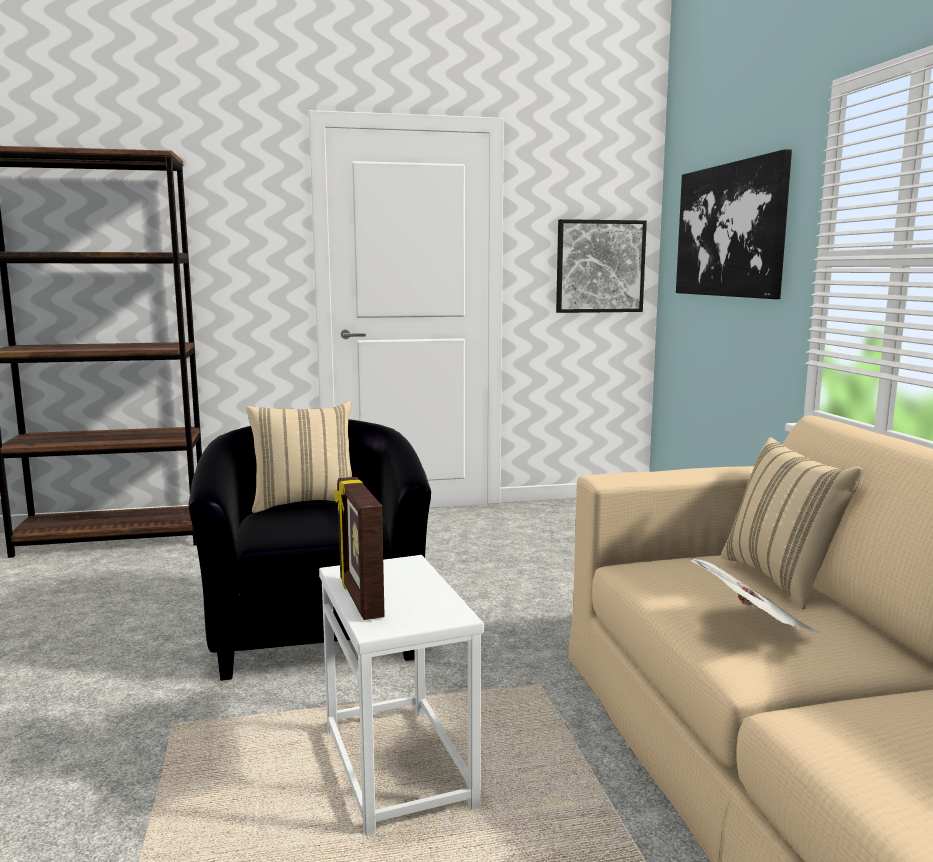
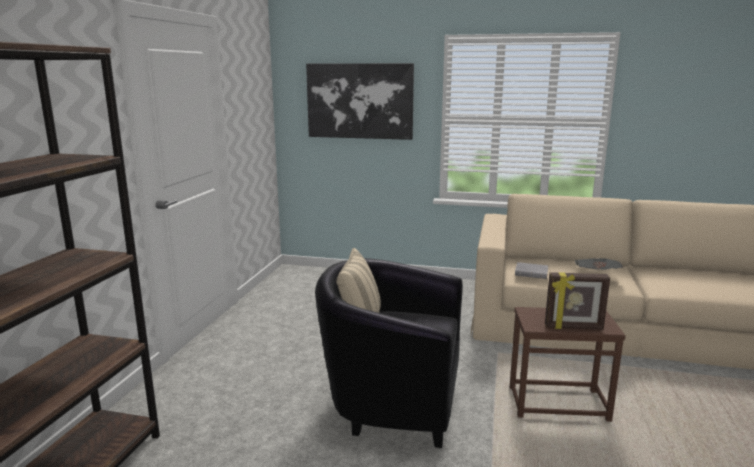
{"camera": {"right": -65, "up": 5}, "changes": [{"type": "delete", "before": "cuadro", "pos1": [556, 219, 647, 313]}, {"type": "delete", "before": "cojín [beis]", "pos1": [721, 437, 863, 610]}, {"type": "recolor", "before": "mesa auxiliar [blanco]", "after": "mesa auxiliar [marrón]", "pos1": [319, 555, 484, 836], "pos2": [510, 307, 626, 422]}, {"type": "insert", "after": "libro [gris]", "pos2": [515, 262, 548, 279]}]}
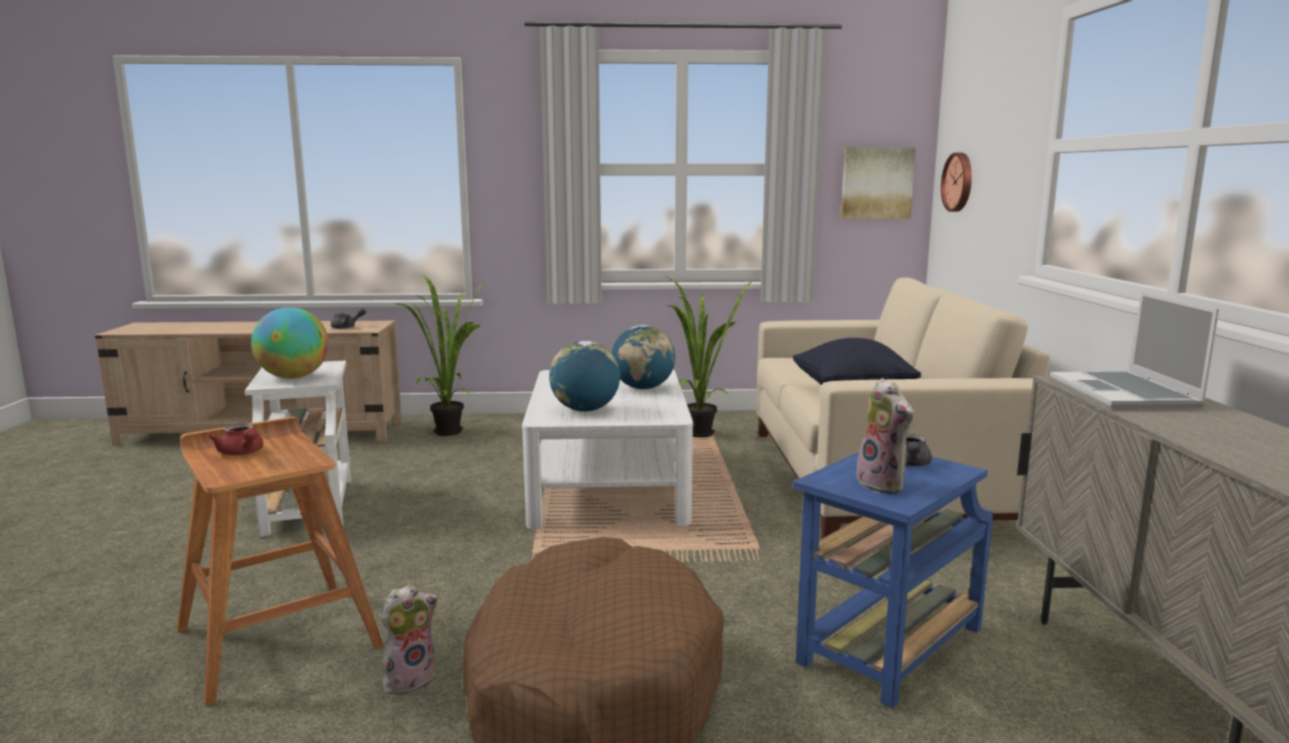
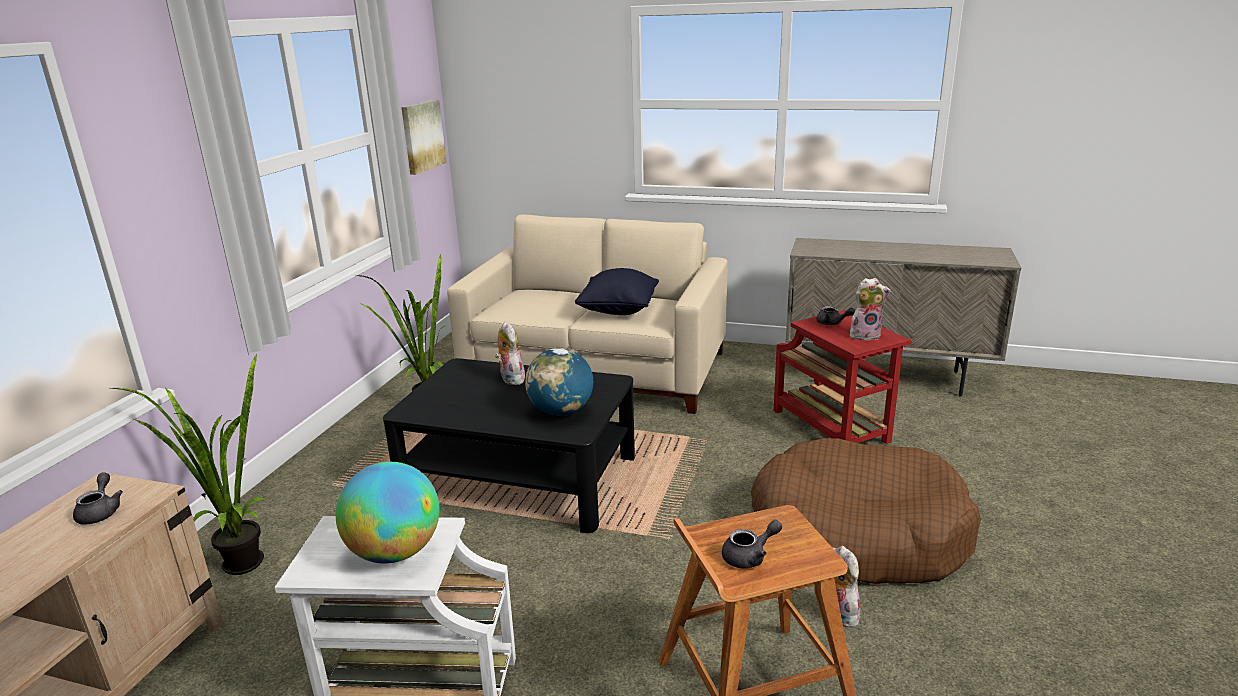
{"camera": {"right": -70, "up": 10}, "changes": [{"type": "delete", "before": "reloj de pared", "pos1": [941, 153, 972, 212]}, {"type": "delete", "before": "portátil", "pos1": [1050, 291, 1219, 409]}, {"type": "replace", "before": "globo terráqueo", "after": "peluche", "pos1": [612, 325, 675, 390], "pos2": [495, 321, 525, 385]}, {"type": "recolor", "before": "mesa de centro [blanco]", "after": "mesa de centro [negro]", "pos1": [522, 370, 693, 530], "pos2": [383, 358, 635, 533]}, {"type": "recolor", "before": "tetera [rojo]", "after": "tetera [gris]", "pos1": [209, 424, 263, 455], "pos2": [722, 520, 782, 568]}, {"type": "recolor", "before": "mesa auxiliar [azul]", "after": "mesa auxiliar [rojo]", "pos1": [793, 452, 993, 708], "pos2": [774, 310, 911, 444]}]}
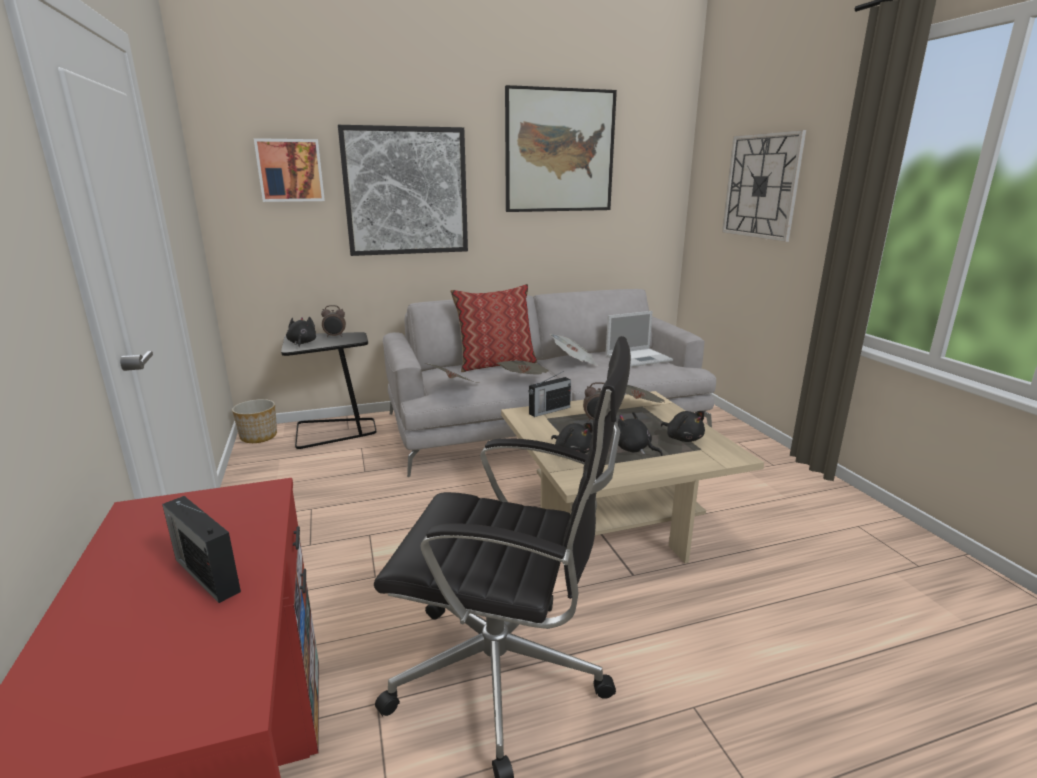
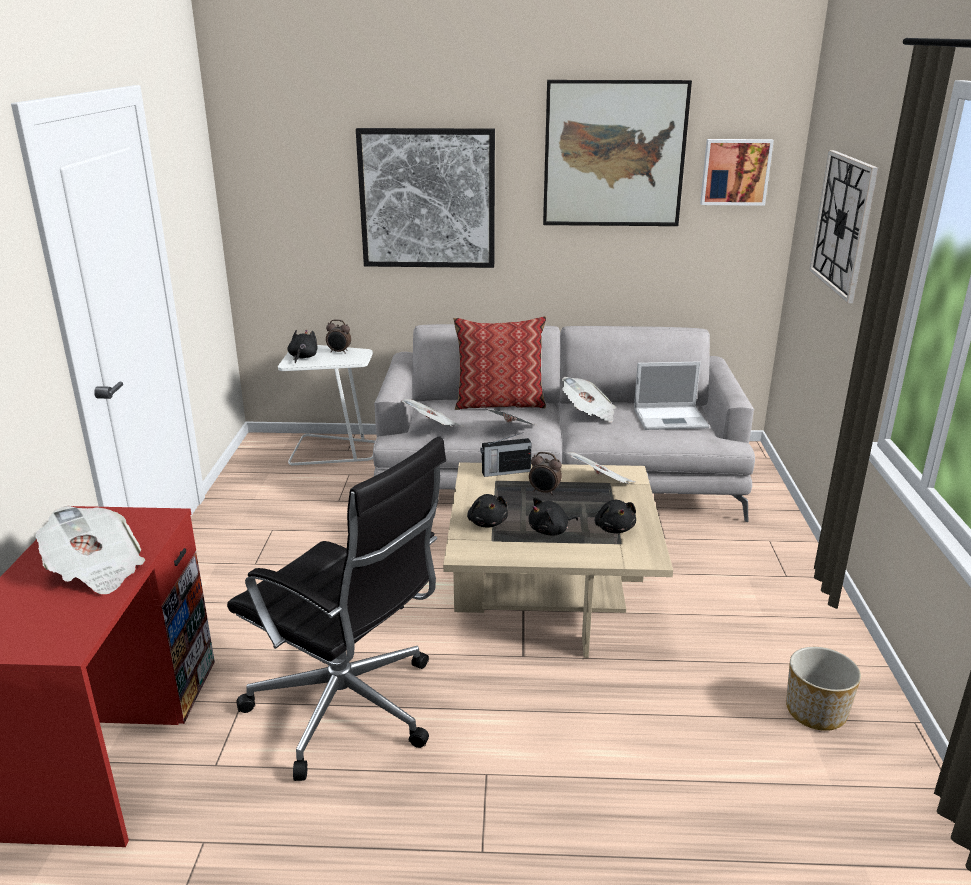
{"camera": {"right": 20, "up": 5}, "changes": [{"type": "move", "before": "cuadro", "pos1": [254, 138, 325, 202], "pos2": [700, 139, 774, 206]}, {"type": "recolor", "before": "mesa auxiliar [negro]", "after": "mesa auxiliar [blanco]", "pos1": [281, 332, 376, 449], "pos2": [278, 345, 375, 465]}, {"type": "move", "before": "maceta", "pos1": [232, 399, 277, 443], "pos2": [786, 647, 861, 731]}, {"type": "rotate", "before": "peluche [negro]", "pos1": [618, 412, 663, 456], "pos2": [529, 497, 578, 535], "turn": -90}, {"type": "replace", "before": "radio", "after": "periódico", "pos1": [162, 496, 241, 603], "pos2": [35, 506, 145, 594]}]}
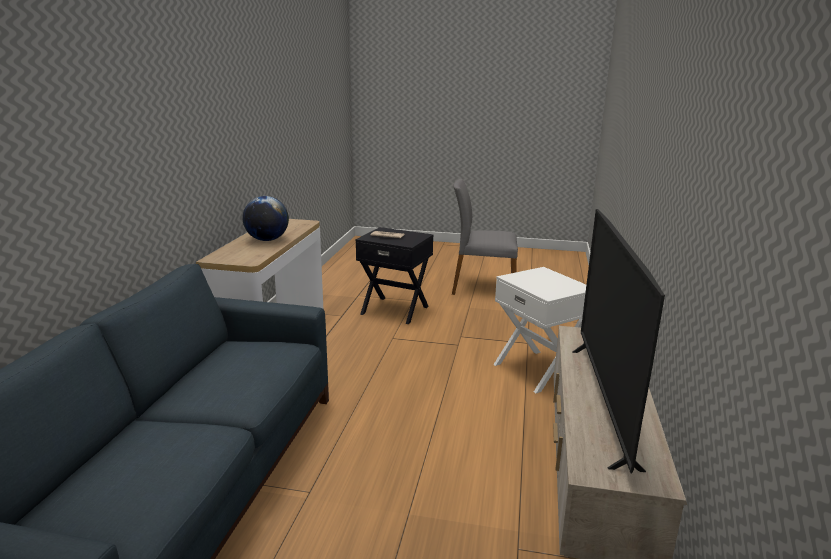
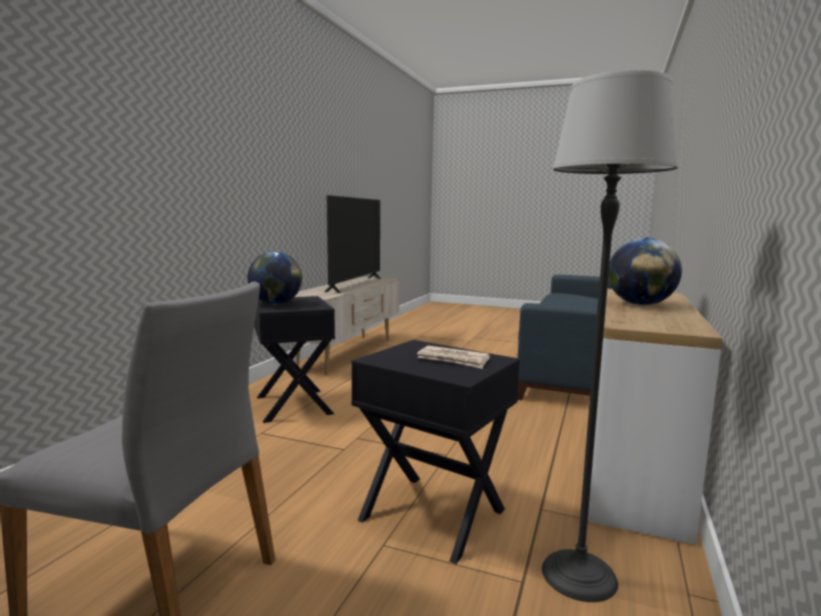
{"camera": {"right": -170, "up": -10}, "changes": [{"type": "recolor", "before": "mesa auxiliar [blanco]", "after": "mesa auxiliar [negro]", "pos1": [493, 267, 586, 393], "pos2": [254, 296, 335, 423]}, {"type": "insert", "after": "lámpara de pie", "pos2": [542, 70, 679, 602]}, {"type": "insert", "after": "globo terráqueo", "pos2": [247, 252, 302, 304]}]}
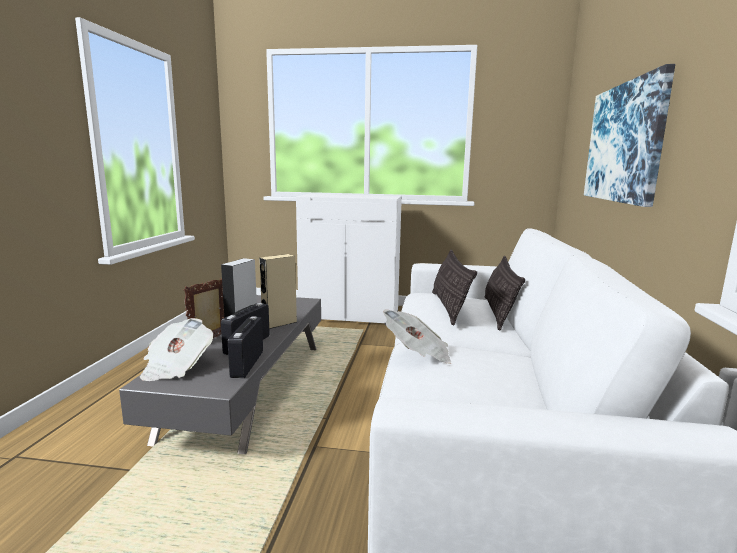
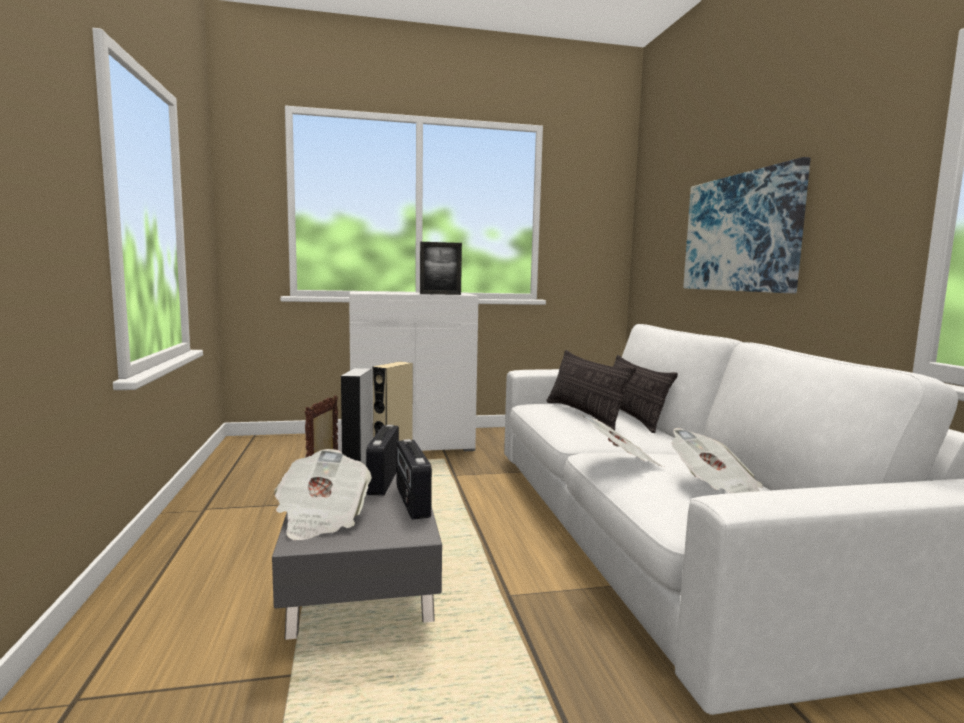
{"camera": {"right": -20, "up": -5}, "changes": [{"type": "insert", "after": "portarretratos", "pos2": [420, 242, 462, 295]}, {"type": "insert", "after": "periódico", "pos2": [671, 428, 763, 493]}]}
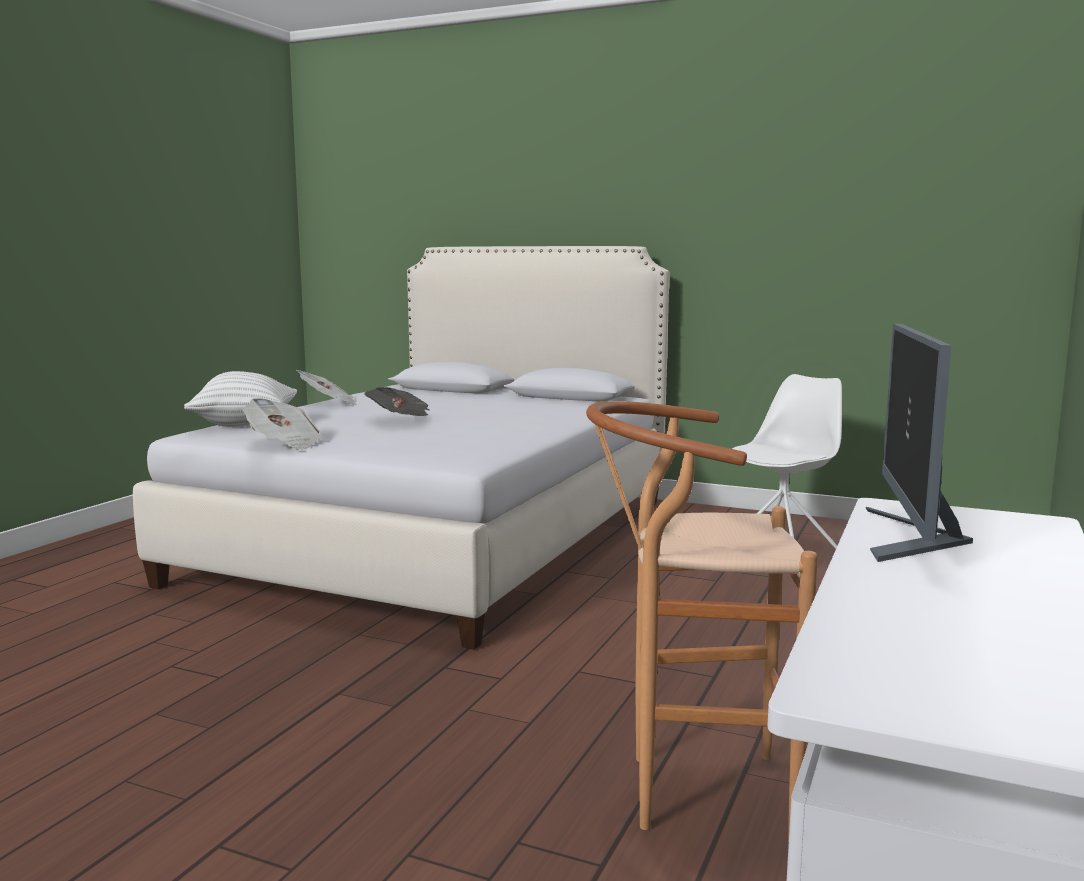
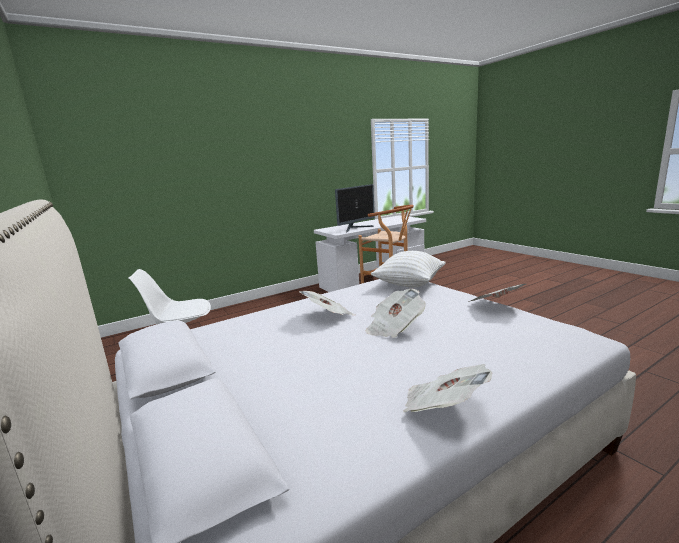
{"camera": {"right": -145, "up": 5}, "changes": [{"type": "move", "before": "cojín [blanco]", "pos1": [184, 371, 297, 427], "pos2": [371, 251, 446, 288]}, {"type": "insert", "after": "periódico", "pos2": [298, 291, 355, 315]}]}
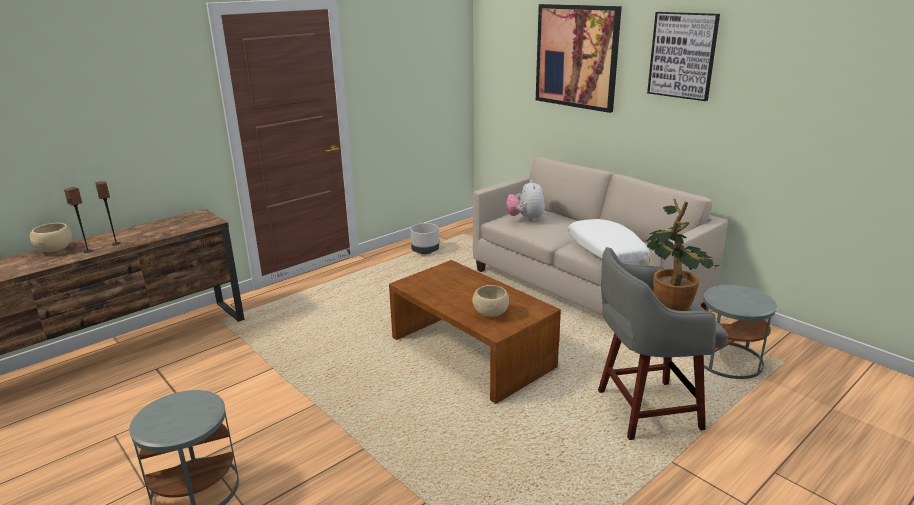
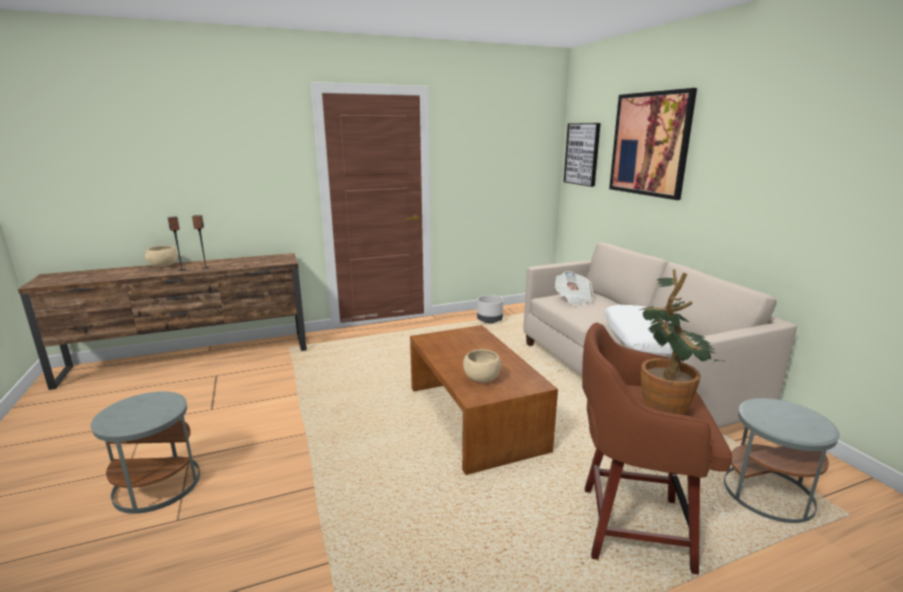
{"camera": {"right": 20, "up": -5}, "changes": [{"type": "move", "before": "cuadro", "pos1": [647, 12, 720, 101], "pos2": [564, 123, 601, 187]}, {"type": "replace", "before": "peluche", "after": "periódico", "pos1": [506, 180, 545, 221], "pos2": [555, 271, 593, 306]}, {"type": "recolor", "before": "taburete [gris]", "after": "taburete [marrón]", "pos1": [598, 247, 728, 440], "pos2": [582, 322, 733, 575]}]}
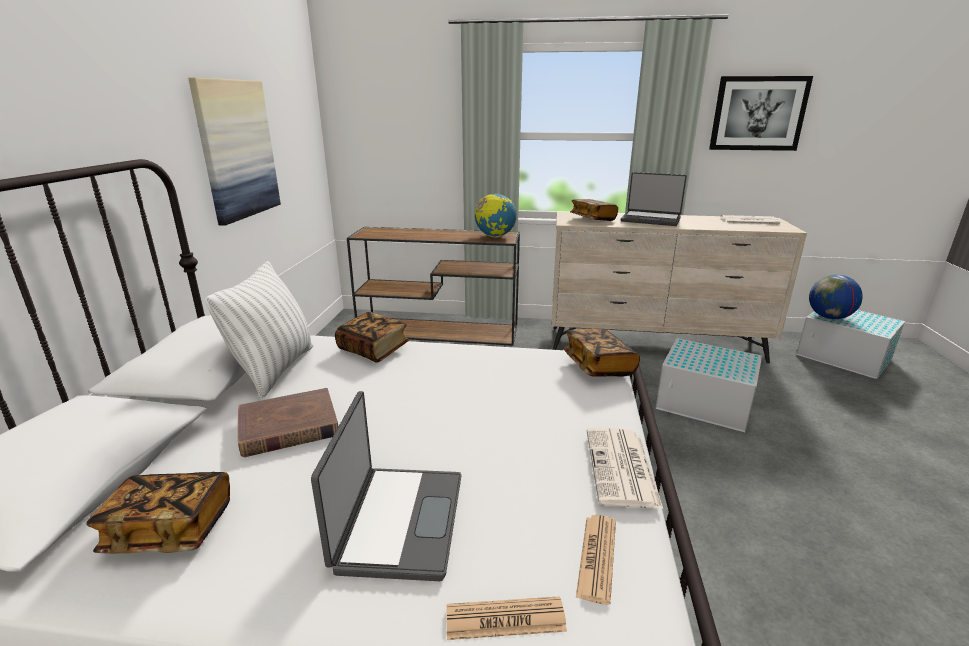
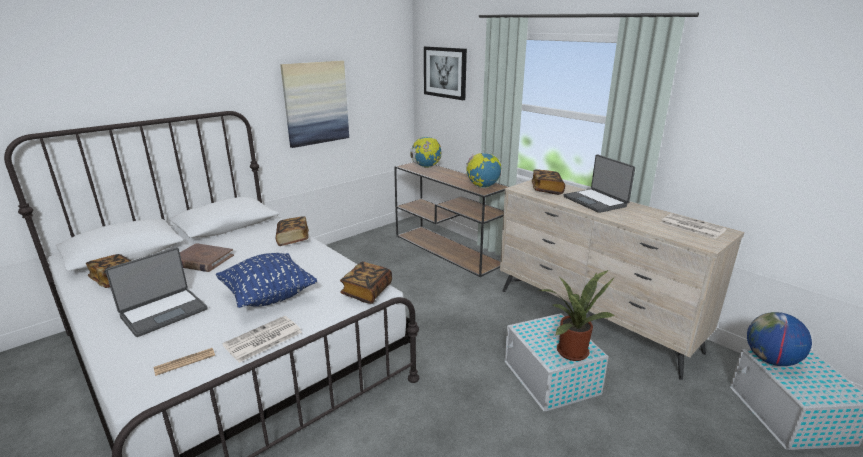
{"camera": {"right": 40, "up": 0}, "changes": [{"type": "move", "before": "cuadro", "pos1": [709, 76, 813, 151], "pos2": [424, 46, 467, 100]}, {"type": "delete", "before": "cojín [blanco]", "pos1": [205, 261, 313, 398]}, {"type": "delete", "before": "periódico", "pos1": [446, 596, 567, 640]}, {"type": "insert", "after": "globo terráqueo", "pos2": [410, 137, 441, 168]}, {"type": "insert", "after": "cojín [azul]", "pos2": [216, 253, 317, 308]}, {"type": "insert", "after": "planta en maceta", "pos2": [539, 270, 615, 361]}]}
